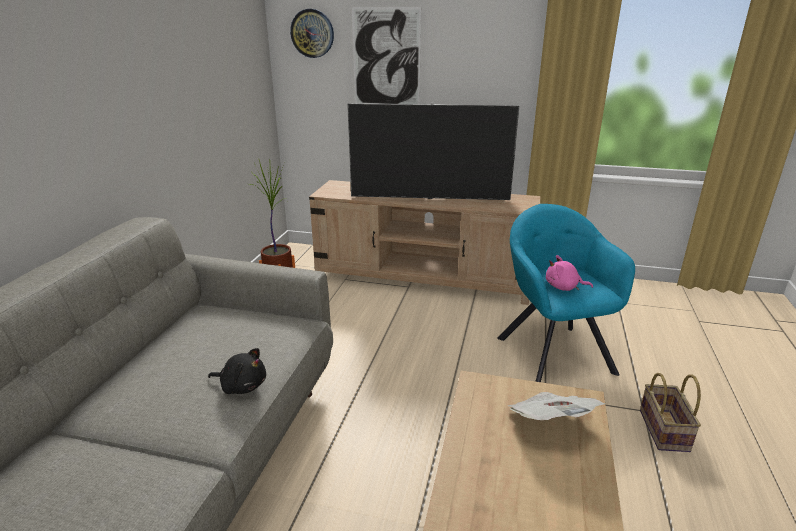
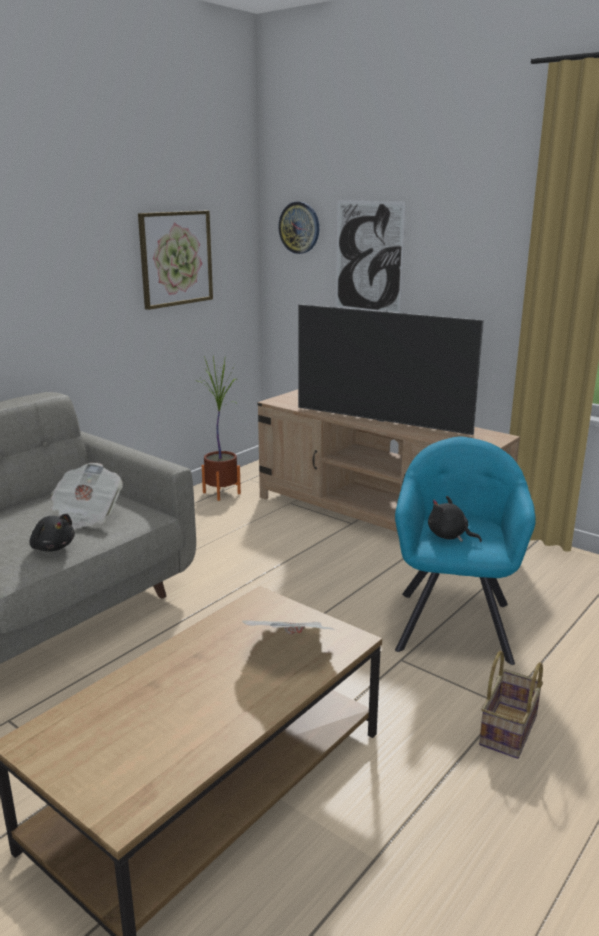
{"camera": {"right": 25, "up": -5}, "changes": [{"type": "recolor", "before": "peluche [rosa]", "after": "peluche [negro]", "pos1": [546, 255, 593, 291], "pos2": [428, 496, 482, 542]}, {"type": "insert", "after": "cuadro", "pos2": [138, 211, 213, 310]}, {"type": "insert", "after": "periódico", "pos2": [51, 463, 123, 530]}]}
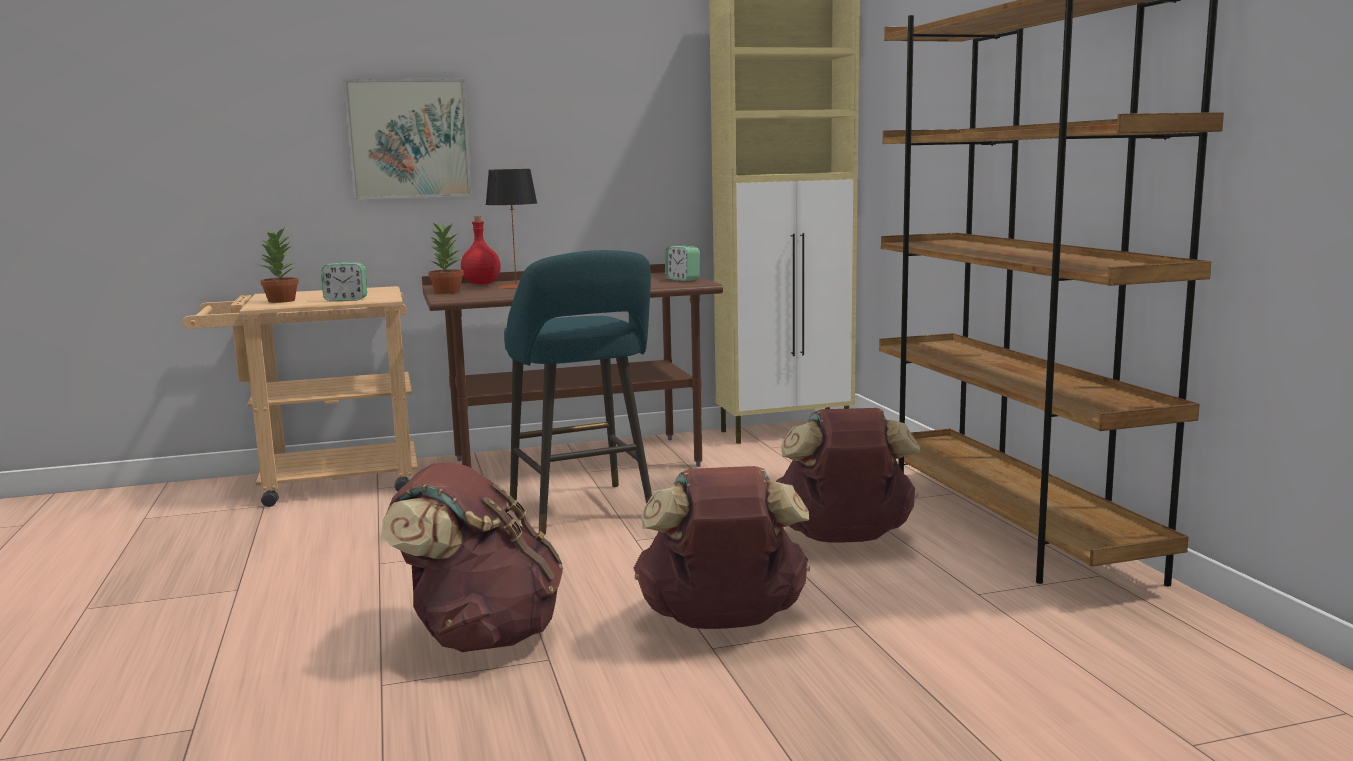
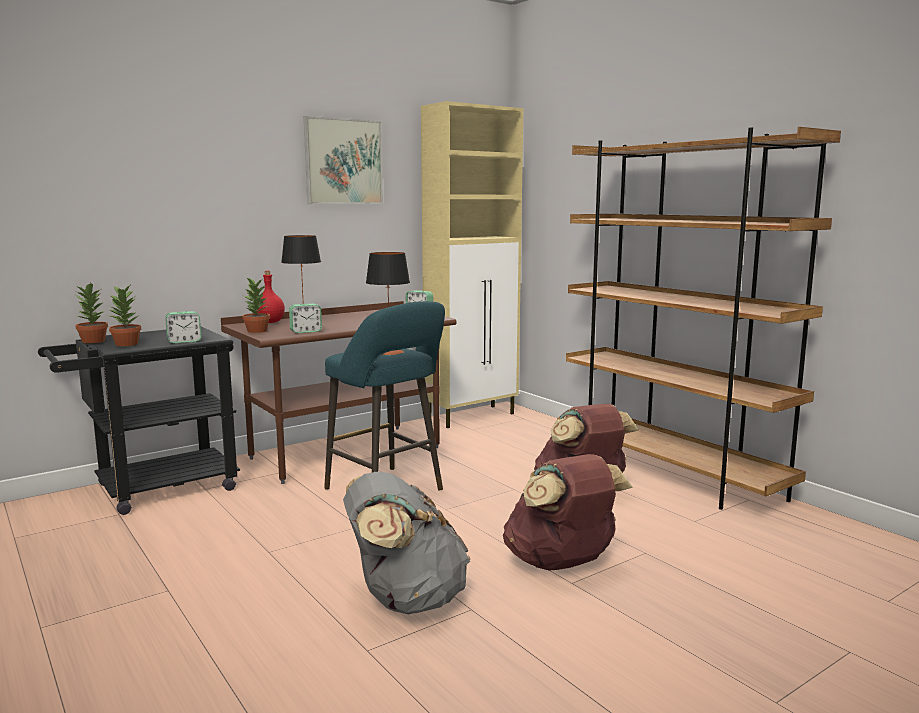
{"camera": {"right": -20, "up": 0}, "changes": [{"type": "move", "before": "cuadro", "pos1": [343, 79, 472, 200], "pos2": [304, 116, 383, 204]}, {"type": "recolor", "before": "carrito [beis]", "after": "carrito [negro]", "pos1": [183, 286, 418, 507], "pos2": [38, 327, 240, 515]}, {"type": "recolor", "before": "mochila [marrón]", "after": "mochila [gris]", "pos1": [381, 462, 563, 652], "pos2": [343, 472, 470, 614]}, {"type": "insert", "after": "lámpara de mesa", "pos2": [366, 252, 410, 355]}, {"type": "insert", "after": "planta en maceta", "pos2": [75, 283, 108, 343]}, {"type": "insert", "after": "despertador", "pos2": [289, 304, 322, 333]}]}
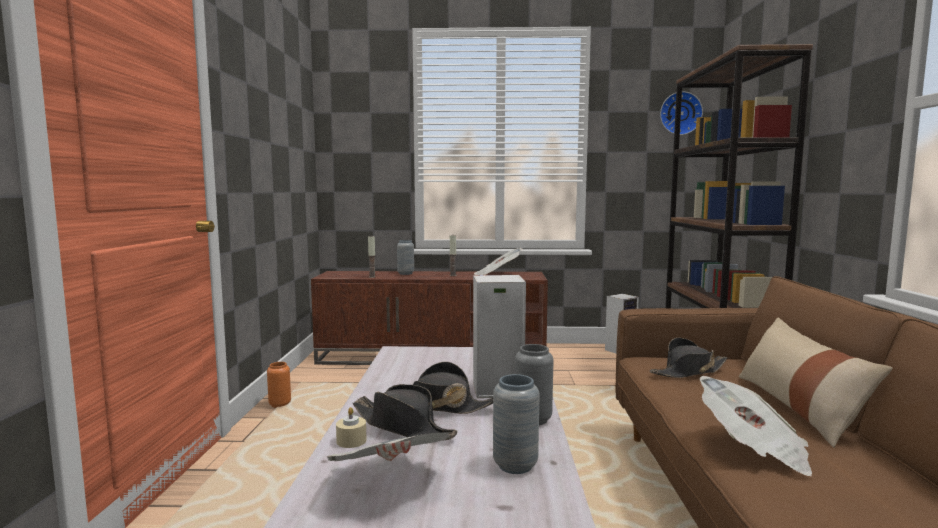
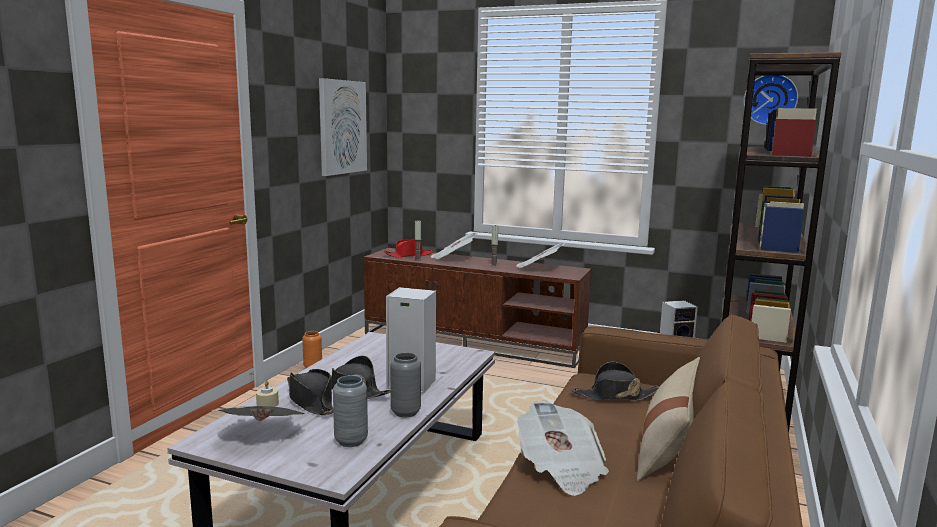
{"camera": {"right": 20, "up": 5}, "changes": [{"type": "replace", "before": "florero [gris]", "after": "periódico", "pos1": [397, 240, 414, 275], "pos2": [431, 232, 477, 259]}, {"type": "insert", "after": "cuadro", "pos2": [319, 78, 367, 176]}, {"type": "insert", "after": "sombrero [rojo]", "pos2": [383, 239, 435, 258]}]}
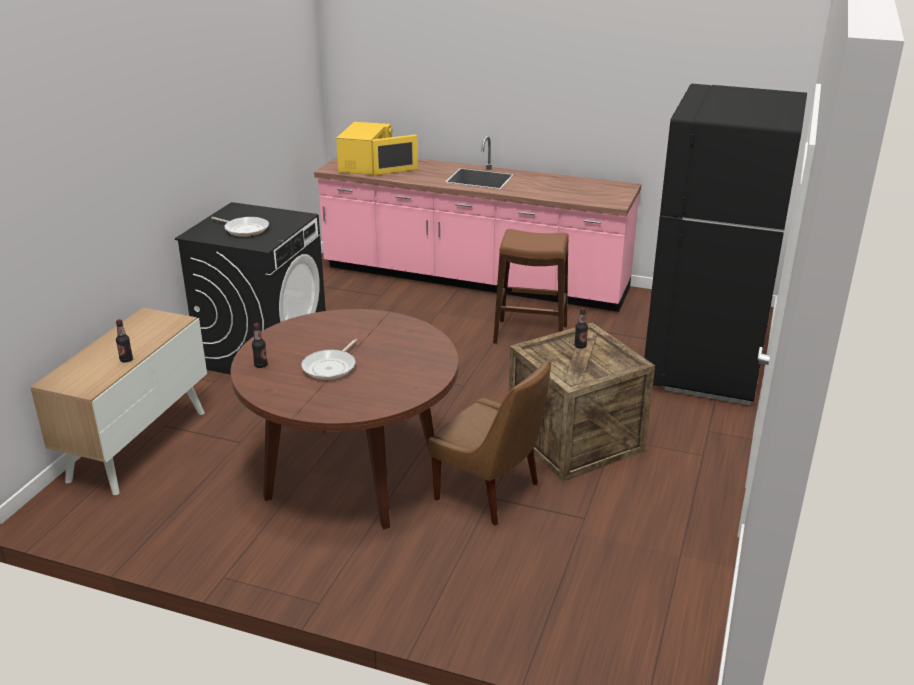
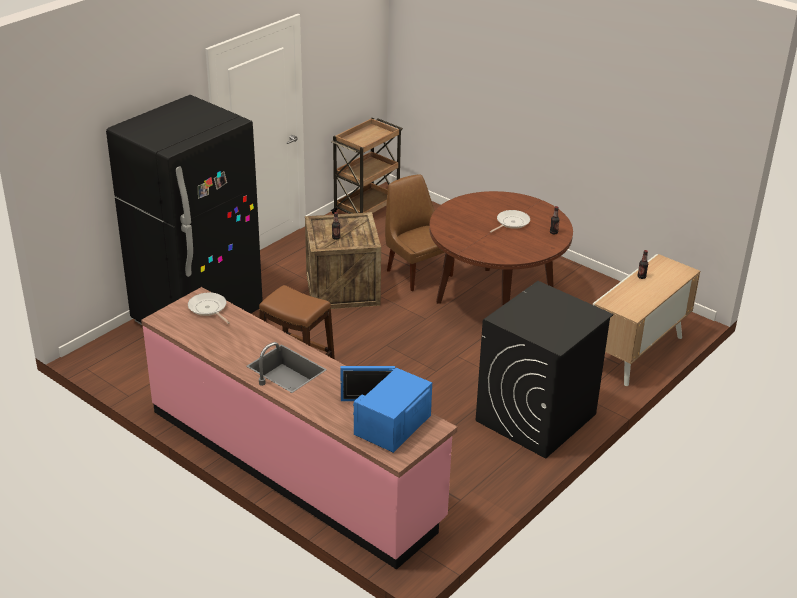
{"camera": {"right": -160, "up": 5}, "changes": [{"type": "recolor", "before": "microondas [amarillo]", "after": "microondas [azul]", "pos1": [336, 122, 418, 175], "pos2": [340, 366, 432, 453]}, {"type": "move", "before": "sartén", "pos1": [211, 217, 269, 237], "pos2": [188, 293, 230, 324]}, {"type": "insert", "after": "carrito [marrón]", "pos2": [330, 118, 403, 214]}]}
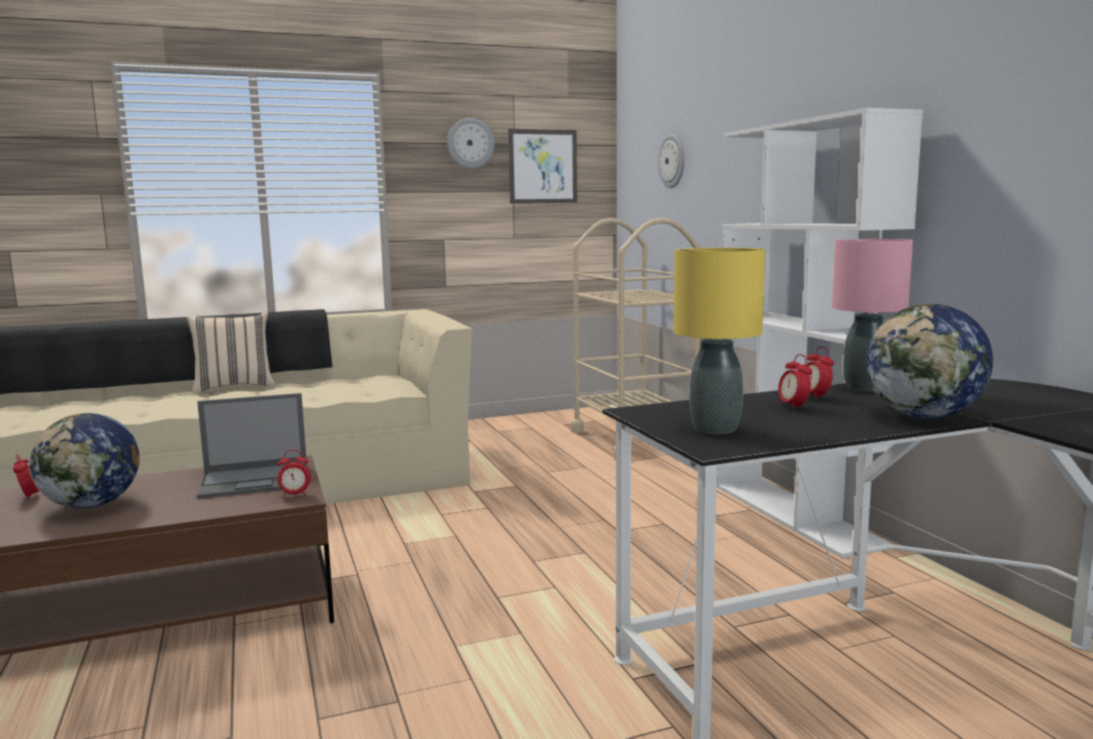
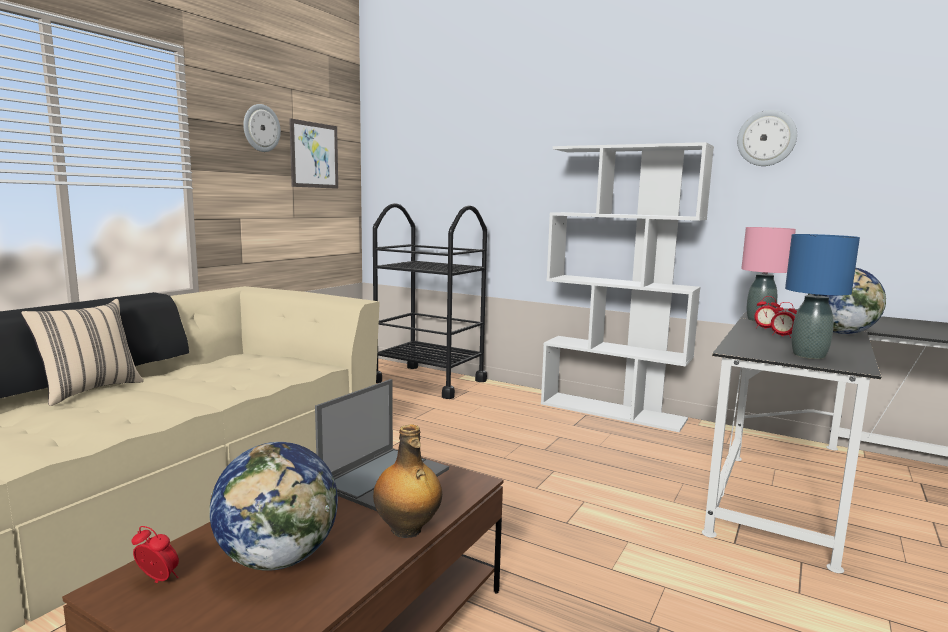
{"camera": {"right": -40, "up": 0}, "changes": [{"type": "move", "before": "reloj de pared", "pos1": [658, 134, 685, 188], "pos2": [737, 110, 797, 166]}, {"type": "recolor", "before": "carrito [beis]", "after": "carrito [negro]", "pos1": [571, 218, 701, 460], "pos2": [373, 203, 487, 399]}, {"type": "recolor", "before": "lámpara de mesa [amarillo]", "after": "lámpara de mesa [azul]", "pos1": [674, 248, 765, 434], "pos2": [785, 234, 860, 359]}, {"type": "delete", "before": "despertador", "pos1": [278, 450, 311, 498]}, {"type": "insert", "after": "botella", "pos2": [373, 425, 442, 538]}]}
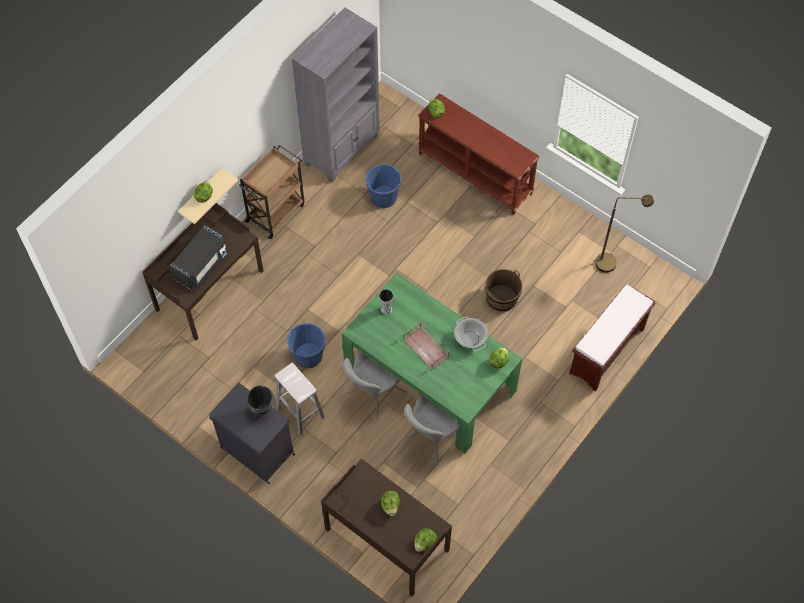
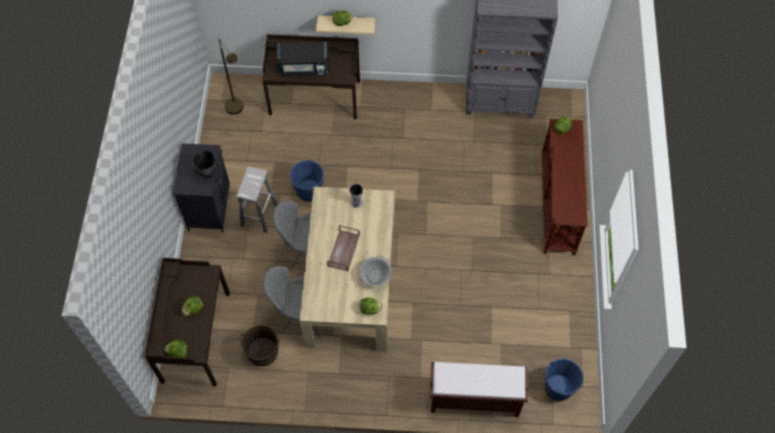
{"camera": {"right": 55, "up": 0}, "changes": [{"type": "delete", "before": "carrito [marrón]", "pos1": [238, 145, 305, 239]}, {"type": "move", "before": "cubo [azul]", "pos1": [366, 164, 401, 208], "pos2": [545, 358, 583, 401]}, {"type": "move", "before": "lámpara de pie [marrón]", "pos1": [595, 195, 654, 273], "pos2": [219, 38, 244, 115]}, {"type": "move", "before": "cubo [marrón]", "pos1": [485, 269, 522, 312], "pos2": [240, 325, 279, 366]}, {"type": "recolor", "before": "mesa de comedor [verde]", "after": "mesa de comedor [beis]", "pos1": [342, 273, 522, 453], "pos2": [299, 187, 395, 352]}]}
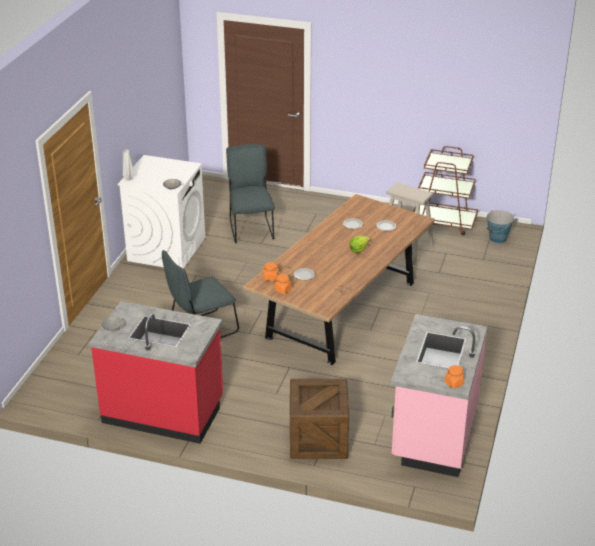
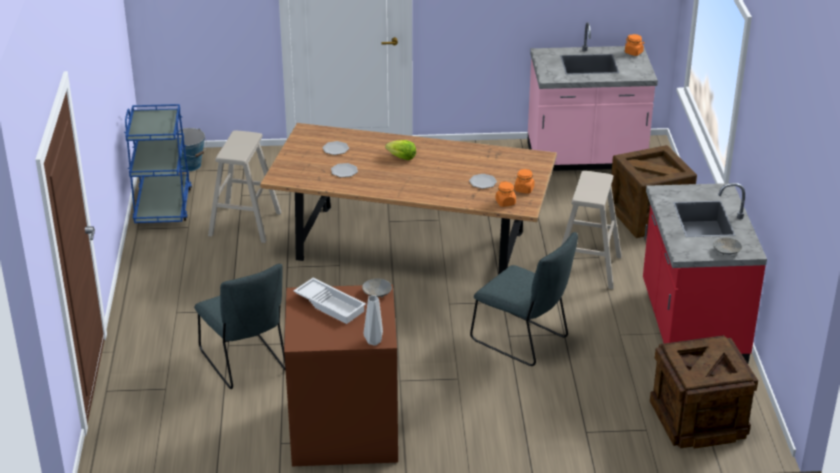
{"camera": {"right": -110, "up": 0}, "changes": [{"type": "rotate", "before": "silla [gris]", "pos1": [226, 144, 275, 243], "pos2": [194, 264, 285, 389], "turn": -90}, {"type": "recolor", "before": "carrito [marrón]", "after": "carrito [azul]", "pos1": [413, 146, 478, 235], "pos2": [124, 104, 192, 223]}, {"type": "recolor", "before": "lavadora [blanco]", "after": "lavadora [marrón]", "pos1": [118, 155, 205, 269], "pos2": [284, 284, 398, 466]}, {"type": "insert", "after": "taburete [beis]", "pos2": [561, 171, 622, 289]}, {"type": "insert", "after": "bandeja [blanco]", "pos2": [294, 278, 366, 324]}, {"type": "insert", "after": "caja de embalaje", "pos2": [650, 335, 758, 449]}]}
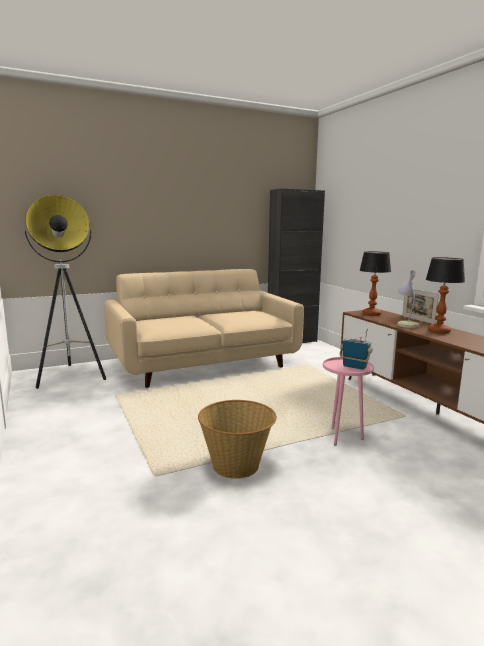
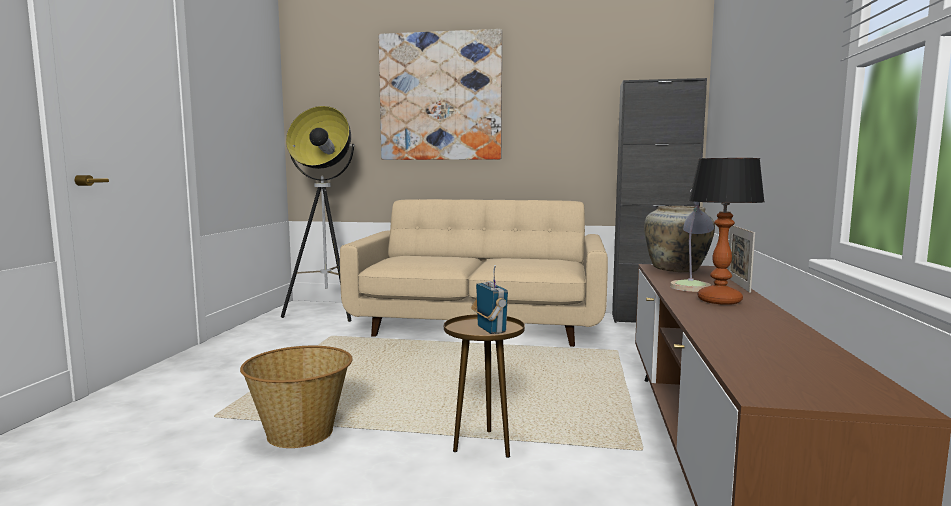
{"camera": {"right": 35, "up": -5}, "changes": [{"type": "replace", "before": "lámpara de mesa", "after": "florero [beis]", "pos1": [360, 252, 391, 316], "pos2": [644, 206, 715, 272]}, {"type": "recolor", "before": "mesa auxiliar [rosa]", "after": "mesa auxiliar [marrón]", "pos1": [323, 357, 374, 446], "pos2": [444, 314, 525, 458]}, {"type": "insert", "after": "cuadro", "pos2": [378, 29, 502, 160]}]}
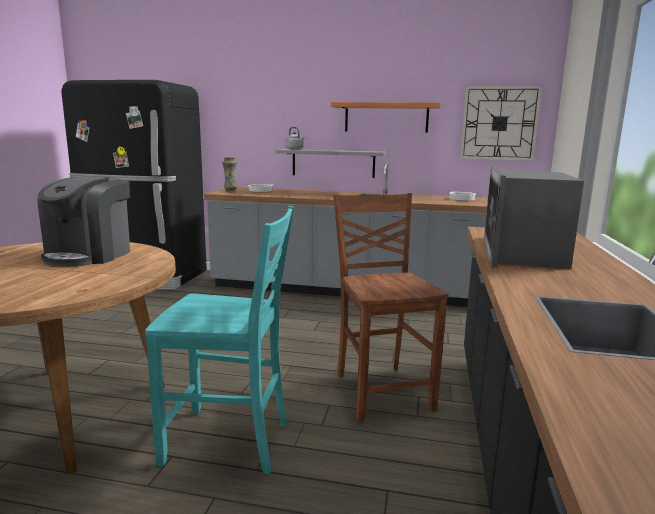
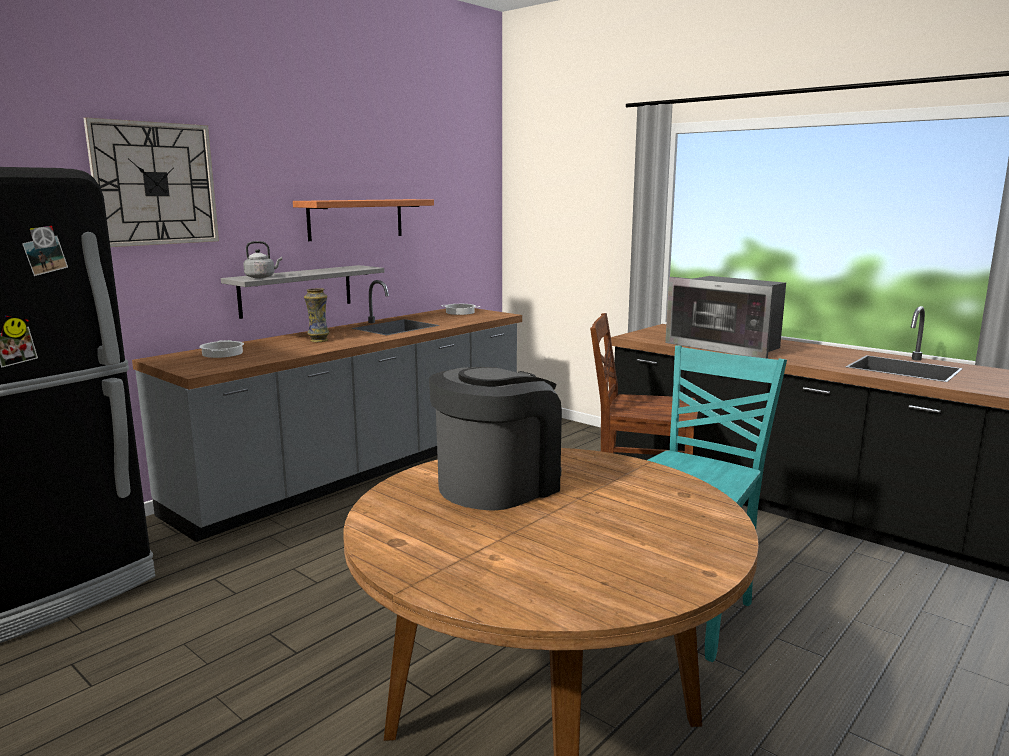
{"camera": {"right": -60, "up": 0}, "changes": [{"type": "move", "before": "reloj de pared", "pos1": [460, 86, 542, 161], "pos2": [83, 117, 219, 247]}, {"type": "move", "before": "florero", "pos1": [222, 157, 238, 192], "pos2": [304, 288, 330, 342]}, {"type": "rotate", "before": "cafetera", "pos1": [38, 177, 130, 267], "pos2": [429, 367, 562, 511], "turn": -90}]}
